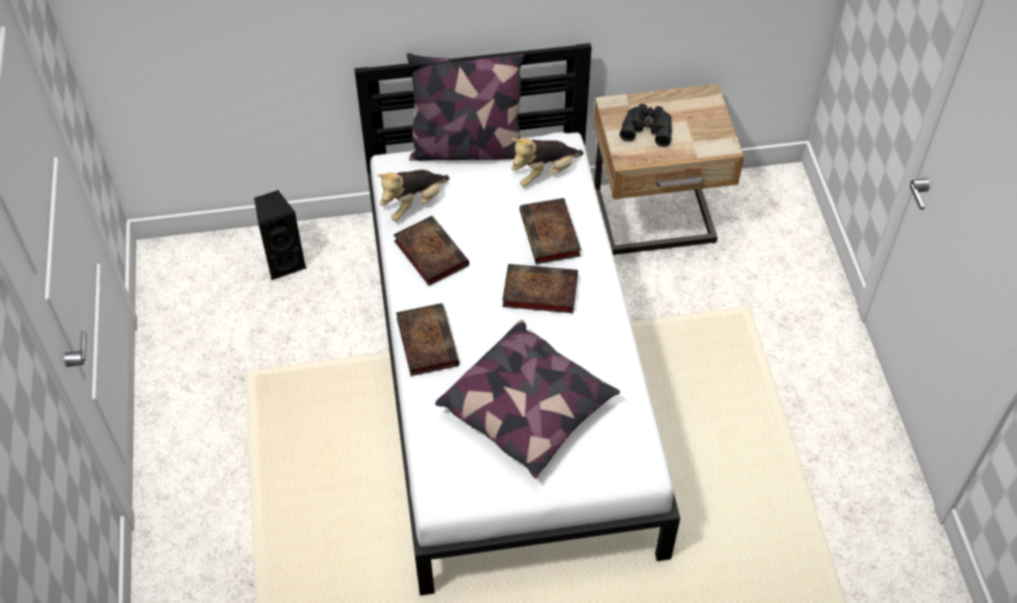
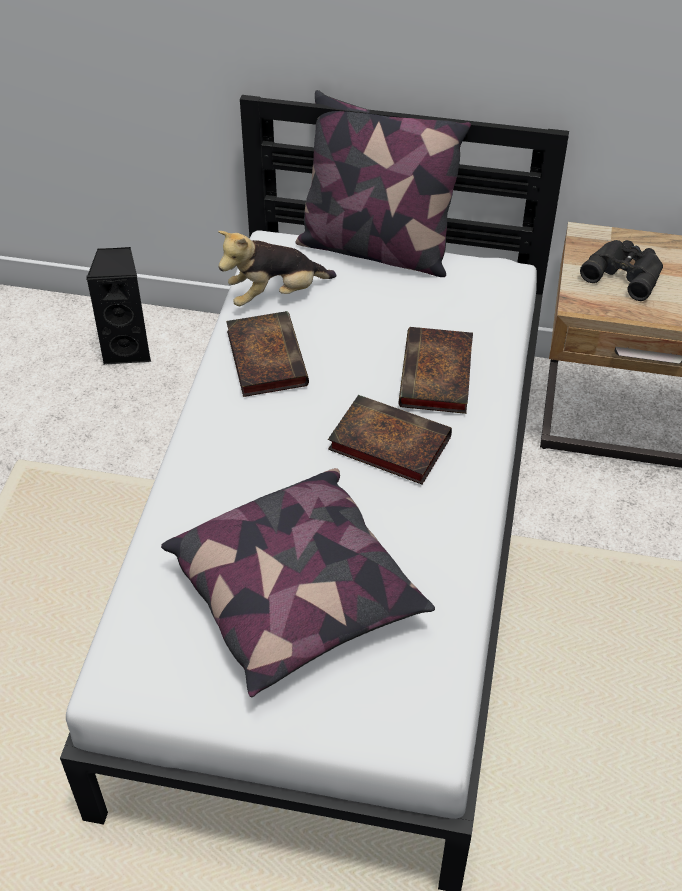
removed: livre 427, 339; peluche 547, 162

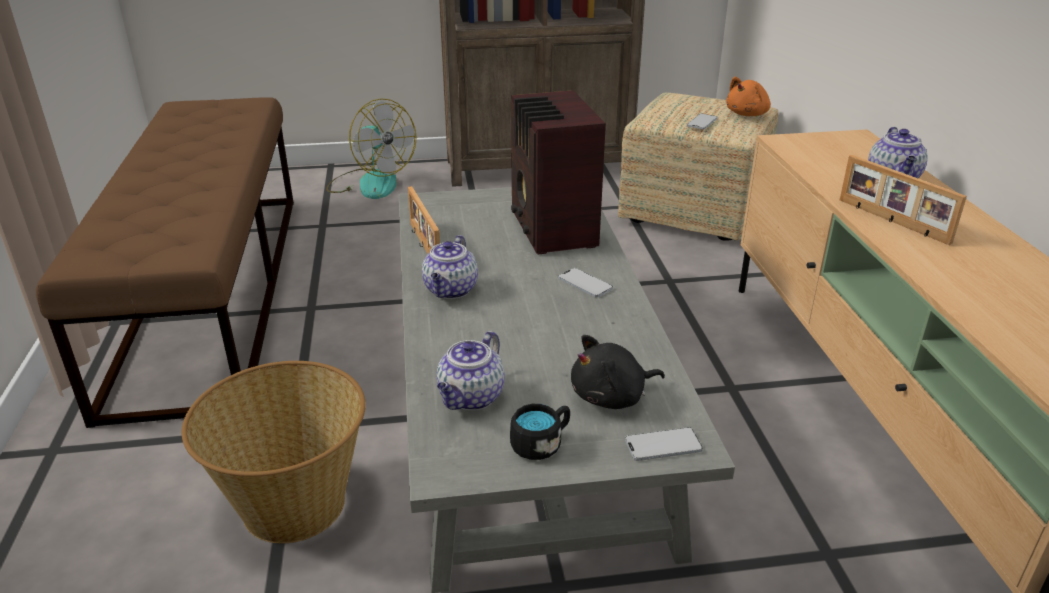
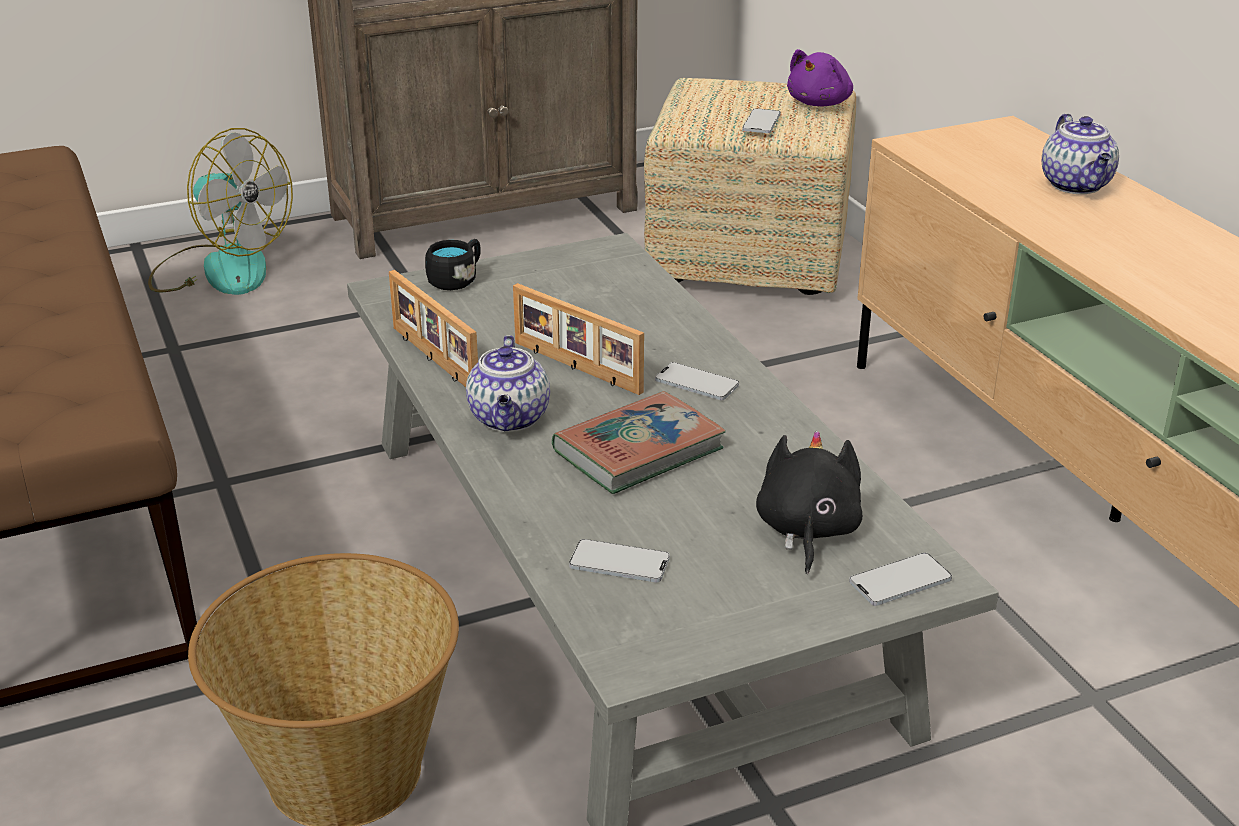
removed: radio 558, 172
added: livre 639, 442
moved: mug (noir) 540, 432 to 453, 264; cadre photo 903, 200 to 578, 339
replaced: théière 470, 370 to téléphone 619, 560
recoloured: peluche (orange) 748, 96 to peluche (violet) 820, 77
turned: peluche (noir) 618, 372 = 809, 502 135 degrees clockwise

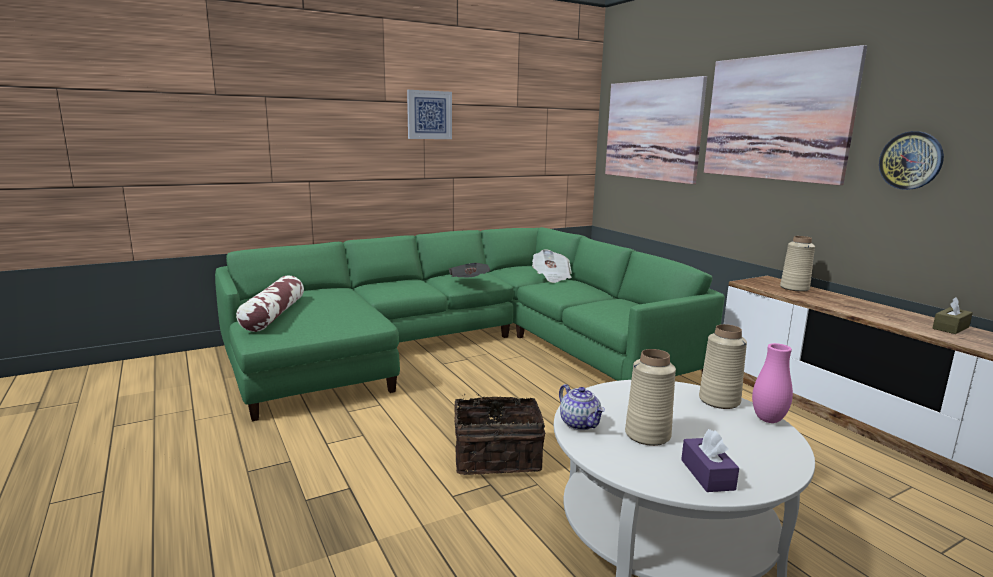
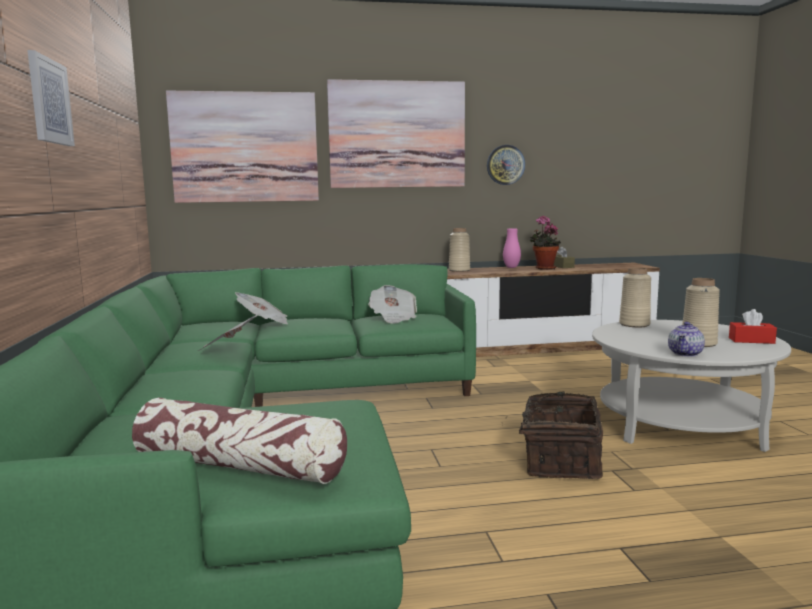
added: journal 392, 304; plante en pot 545, 243
moved: vase (rose) 772, 383 to 512, 248
recoloured: boîte à mouchoirs (violet) 710, 460 to boîte à mouchoirs (rouge) 753, 326
turned: théière 582, 407 = 686, 339 135 degrees clockwise

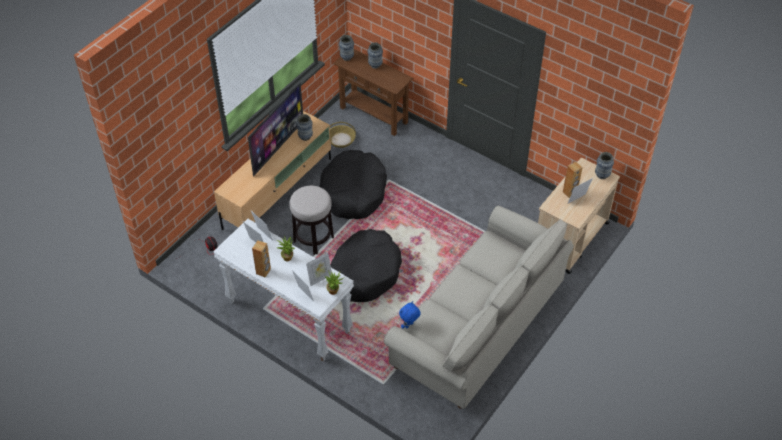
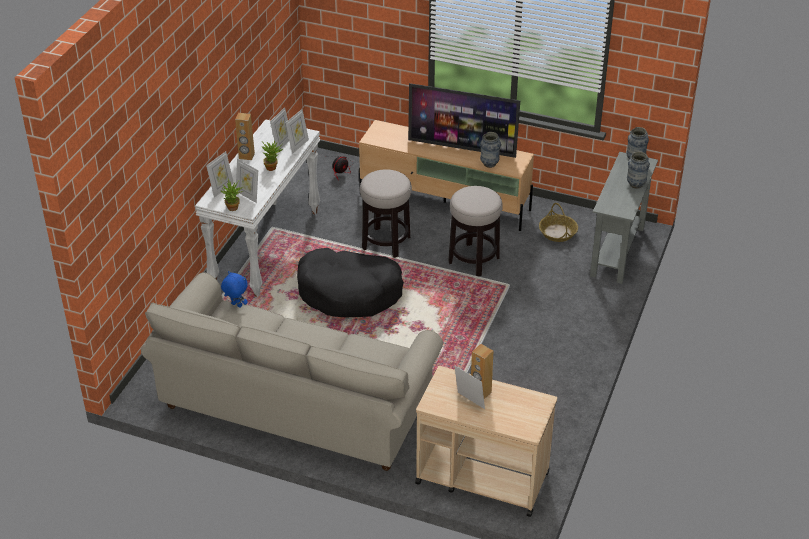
removed: vase 604, 165
replaced: panier pour chien (noir) 353, 184 to tabouret 475, 231
recoloured: table console (marron) 373, 92 to table console (gris) 624, 218

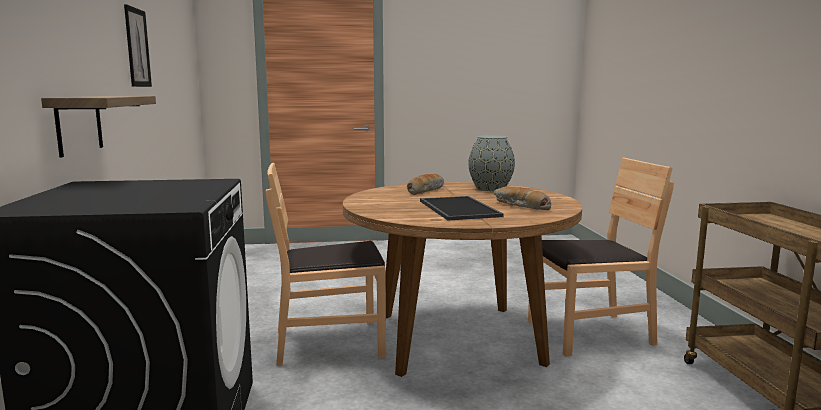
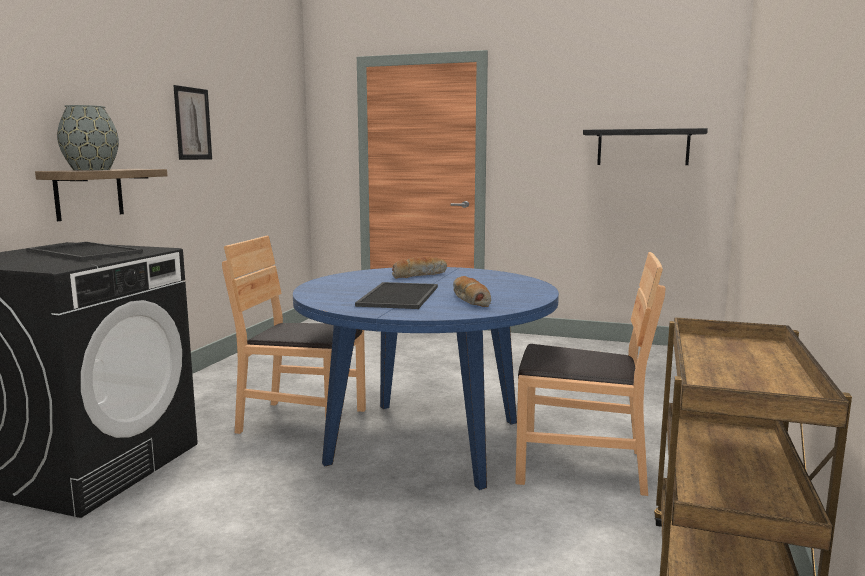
added: plateau 84, 251; étagère (noir) 645, 146
moved: vase (gris) 491, 163 to 88, 137
recoloured: table à manger (marron) 462, 279 to table à manger (bleu) 426, 378

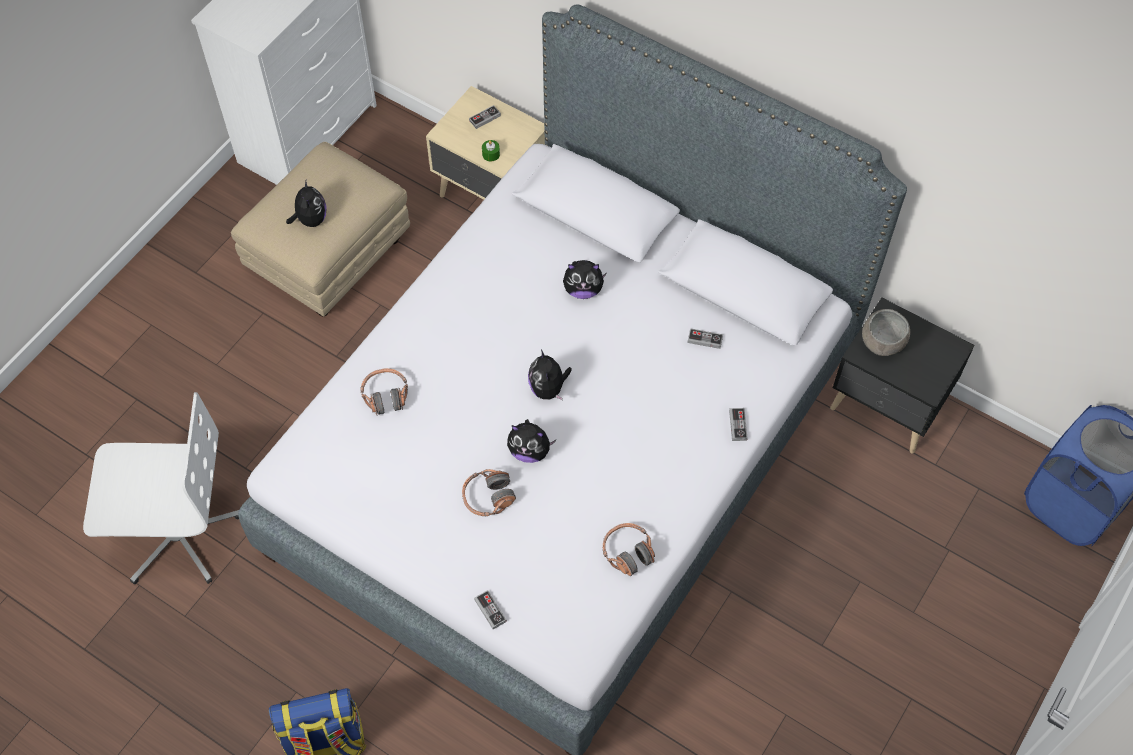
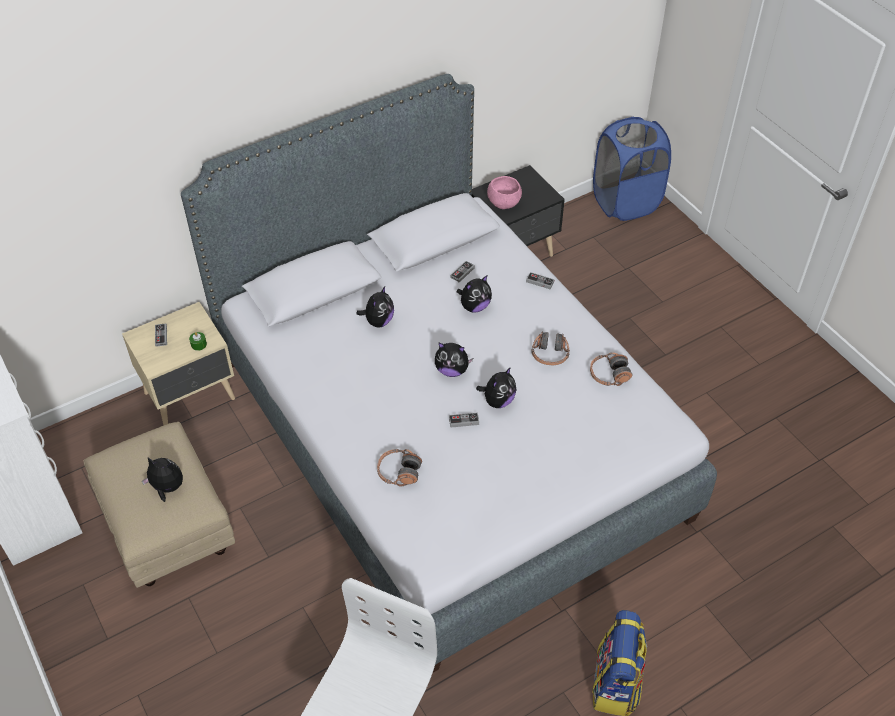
added: peluche 474, 294
moved: casque audio 489, 493 to 550, 348; manette 490, 609 to 464, 420
recoloured: bol (gris) 886, 332 to bol (rose) 504, 192

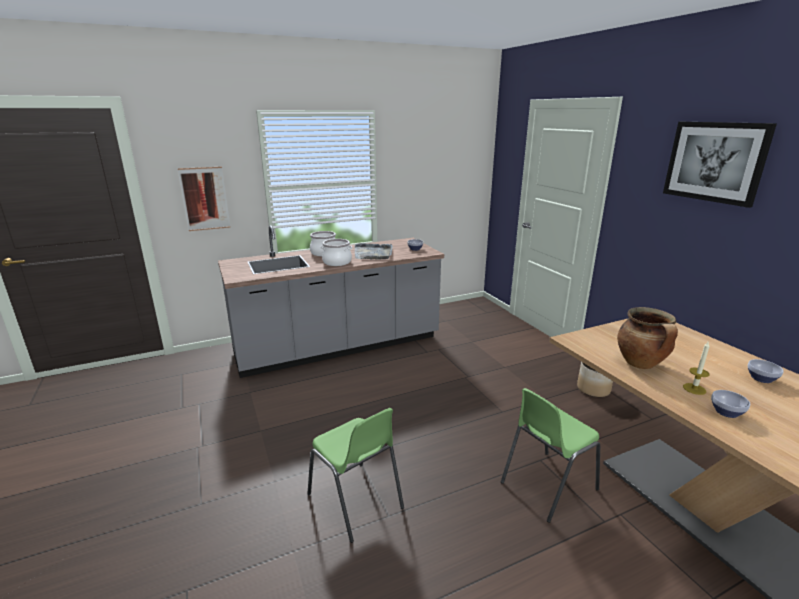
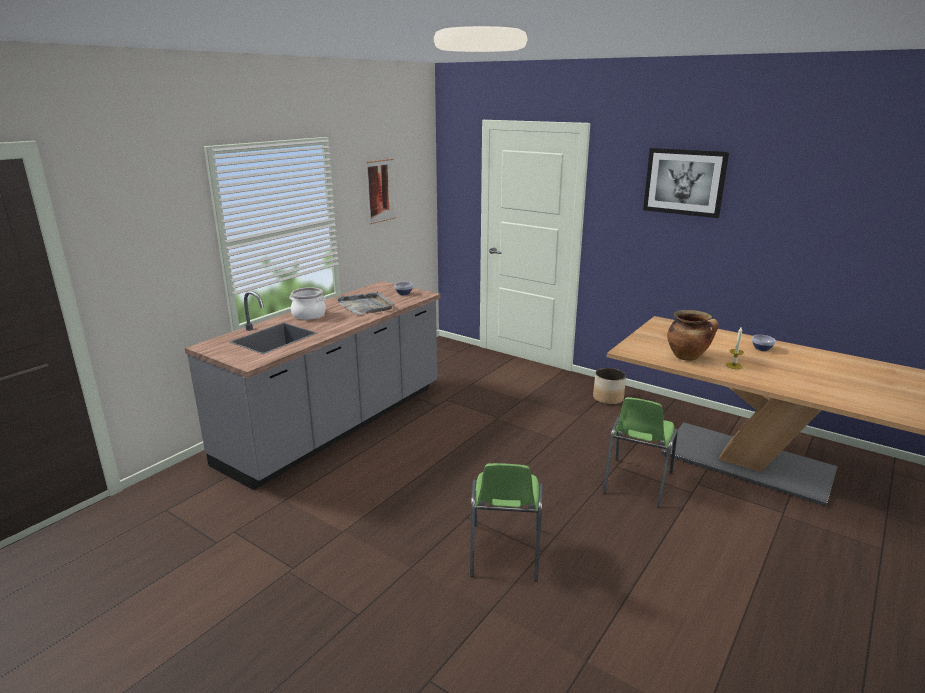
removed: marmite 336, 252; bol 730, 404
moved: tableau 204, 199 to 381, 191
turned: chaise (vert) 355, 475 = 506, 522 75 degrees clockwise

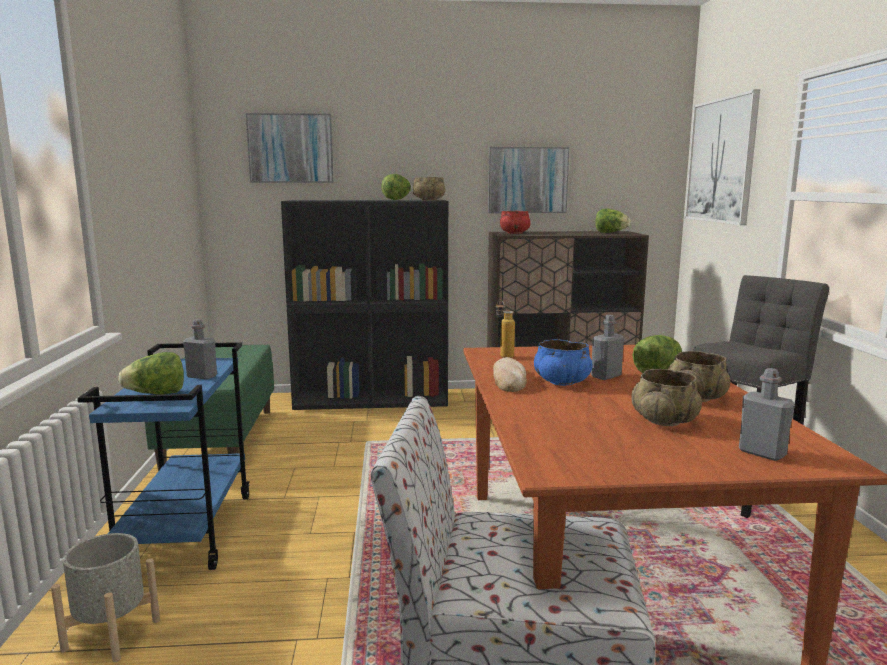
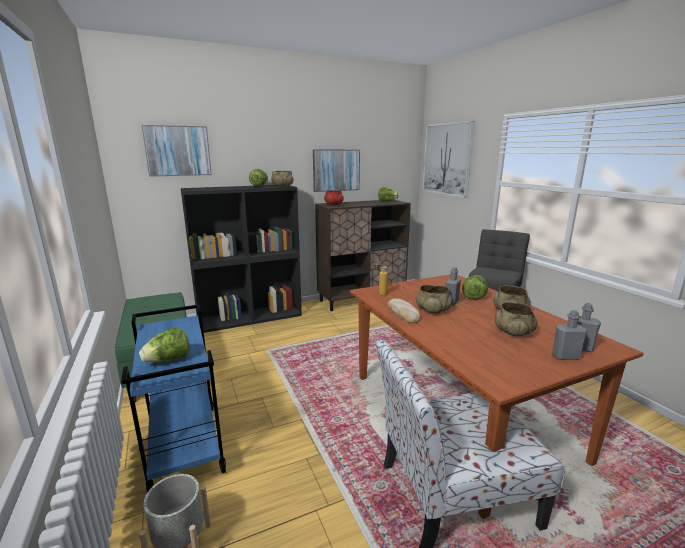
moved: bouteille (gris) 200, 349 to 569, 335
recoloured: bol (bleu) 563, 362 to bol (beige) 434, 299

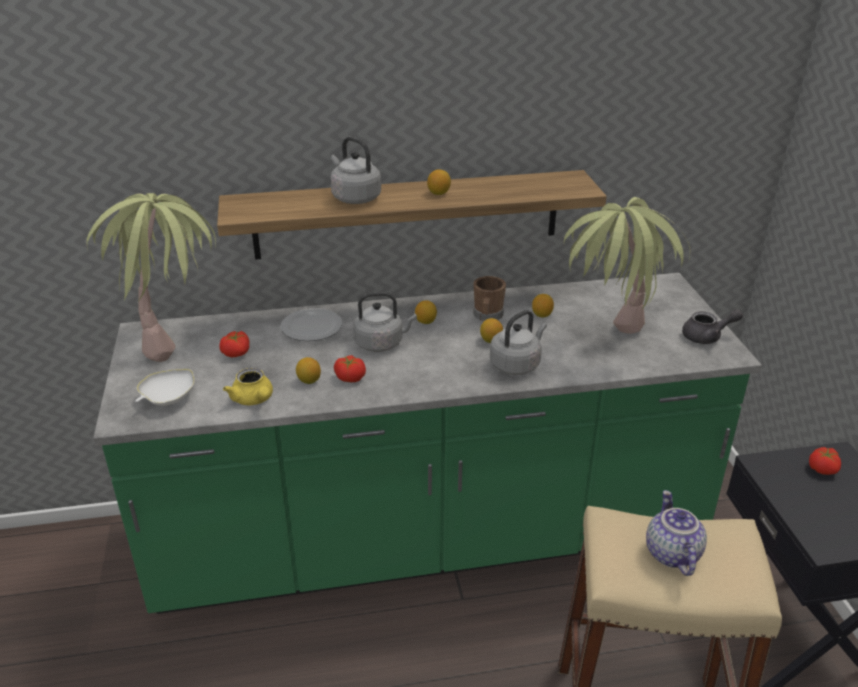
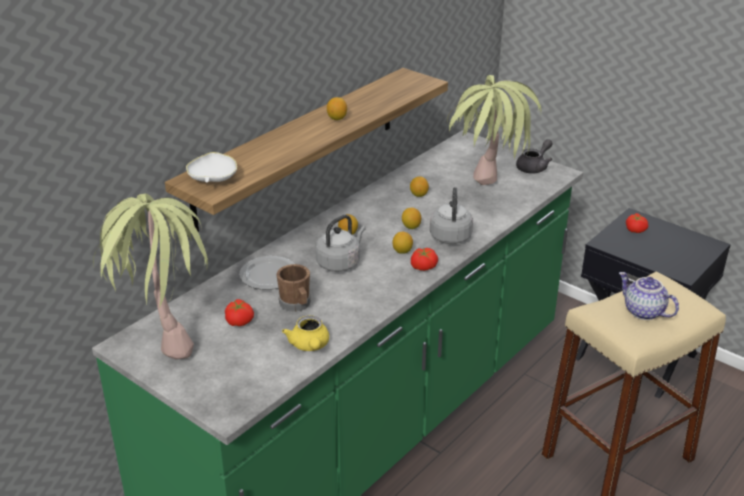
removed: bouilloire (gris) 355, 170
moved: bol (blanc) 165, 387 to 211, 167; citron 308, 370 to 402, 243; tomate 350, 368 to 424, 259; mug (marron) 489, 298 to 293, 288
turned: théière (jaune) 248, 386 = 305, 333 60 degrees clockwise

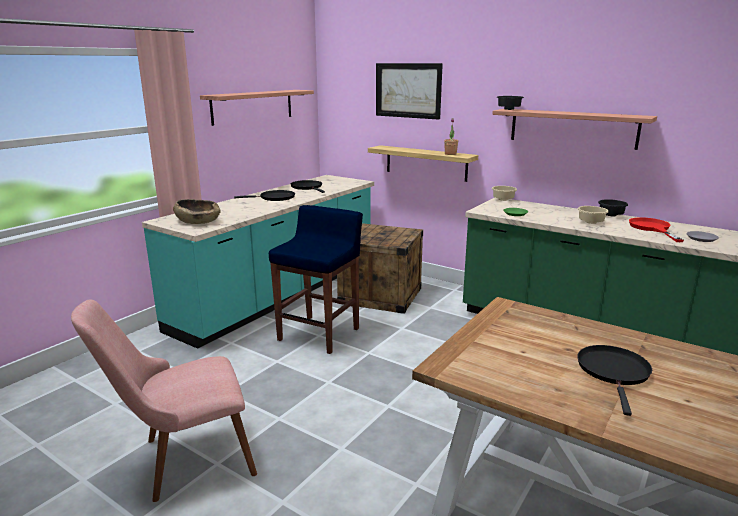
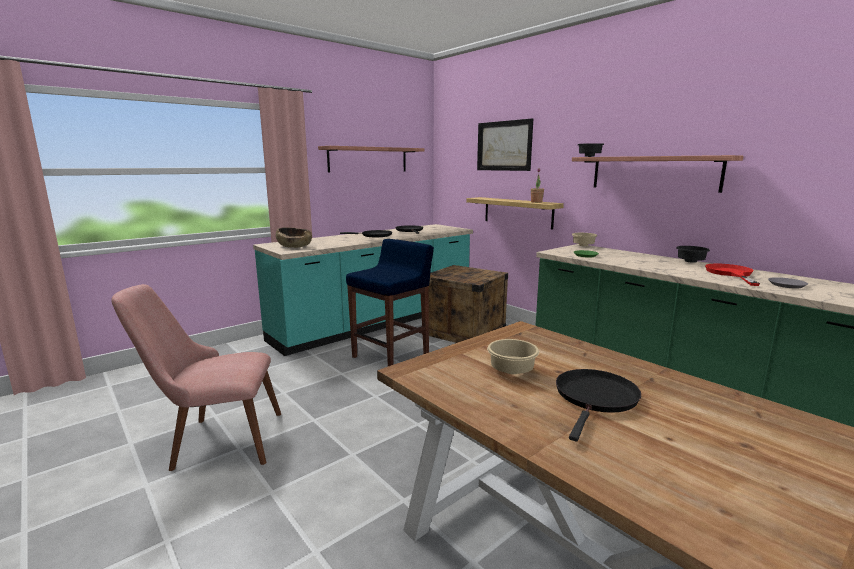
moved: bol (beige) 593, 215 to 513, 356

